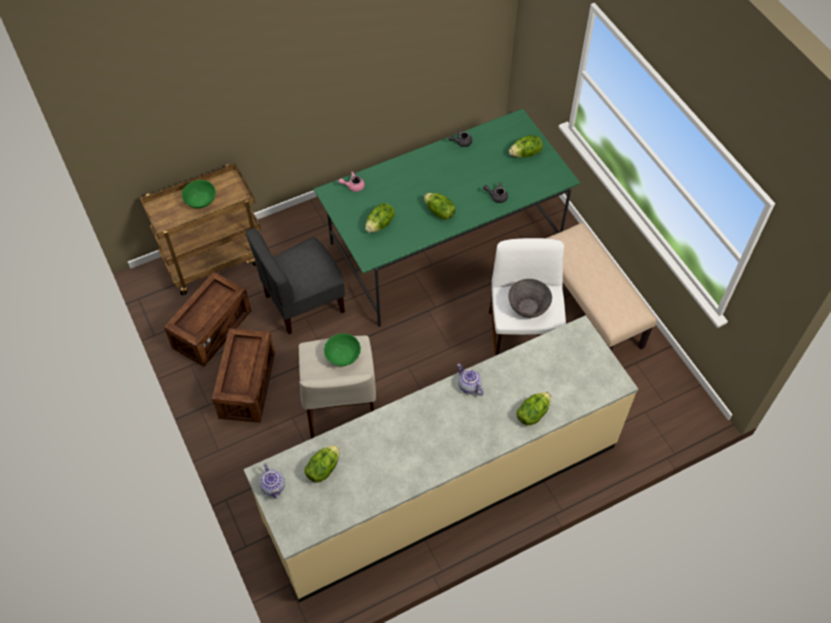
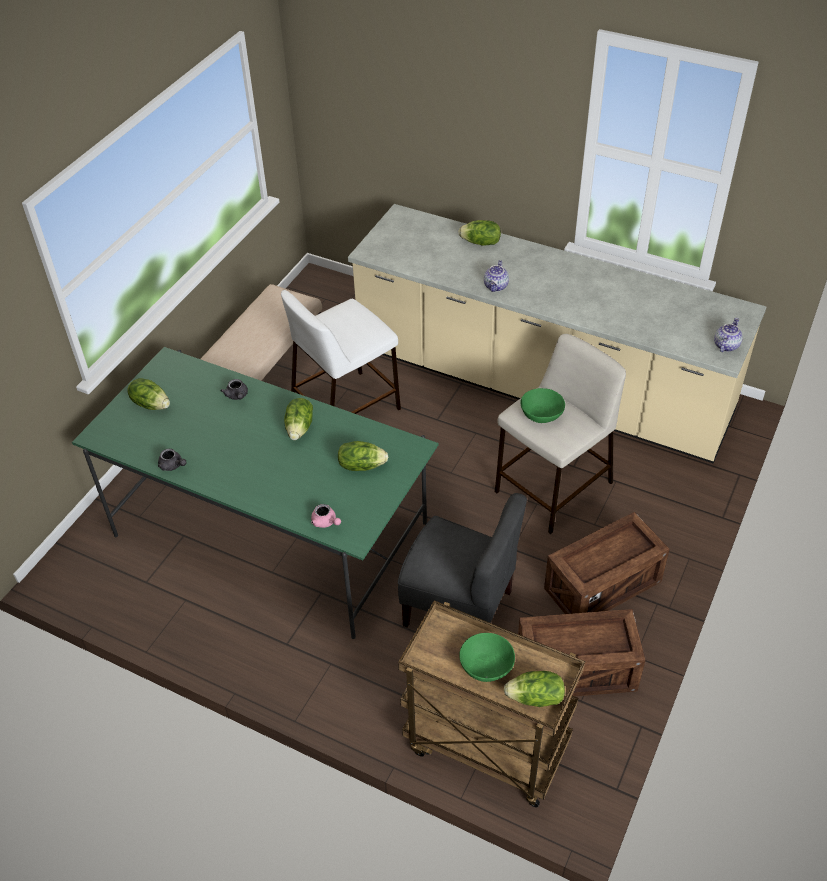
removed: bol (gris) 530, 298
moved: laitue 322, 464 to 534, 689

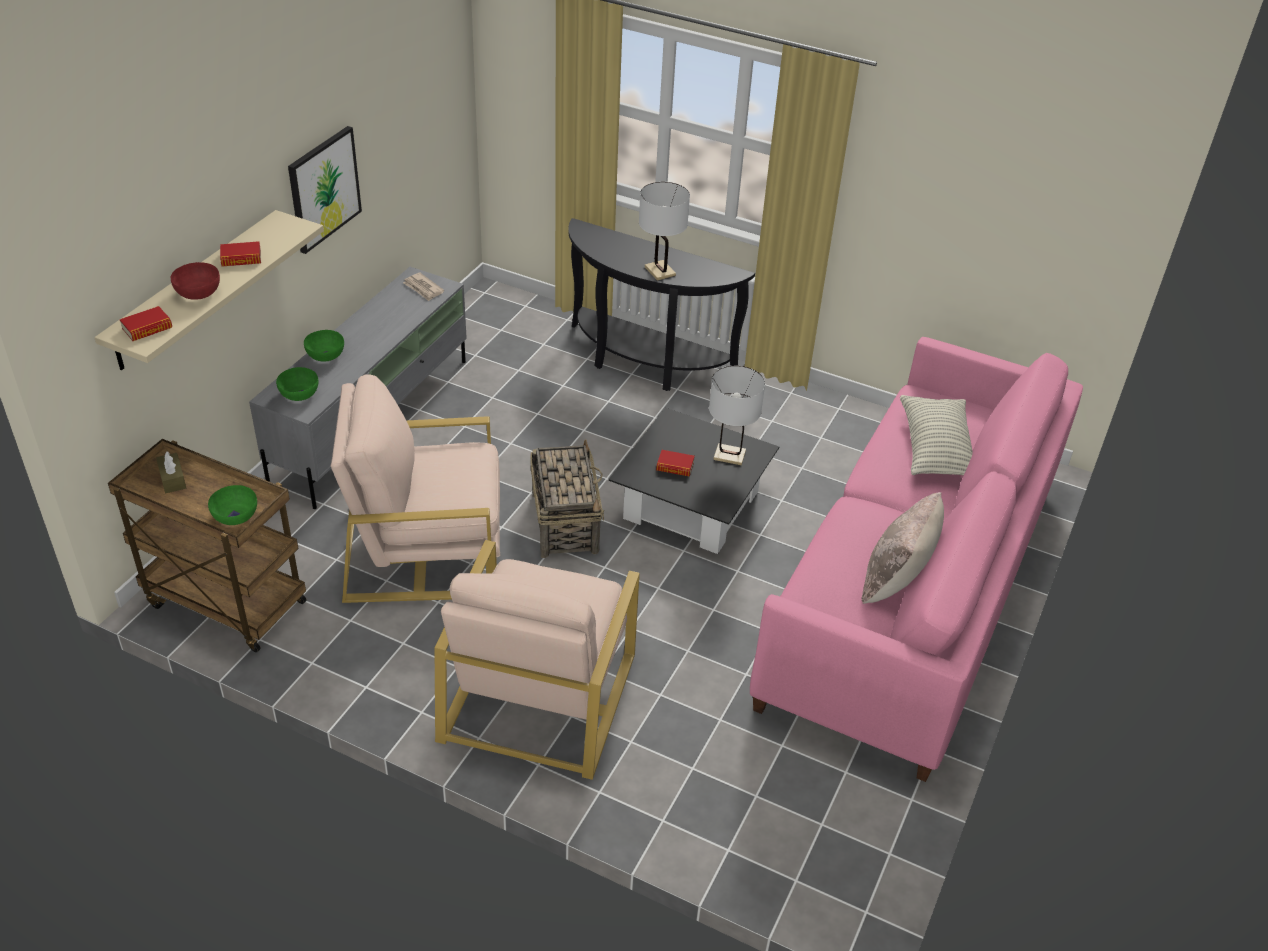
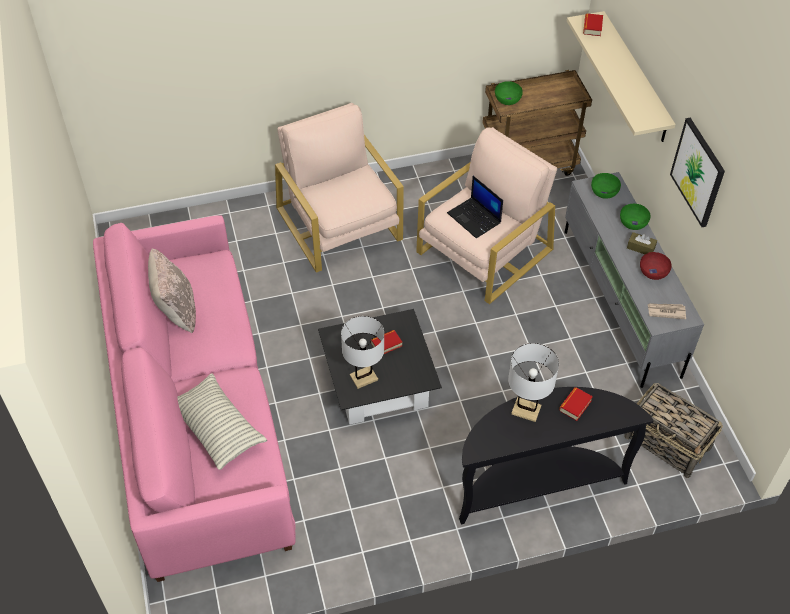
added: ordinateur portable 475, 207
moved: boîte à mouchoirs (marron) 171, 472 to 642, 243; bol (rouge) 195, 281 to 656, 266; livre 240, 254 to 576, 404; panier 567, 498 to 673, 430

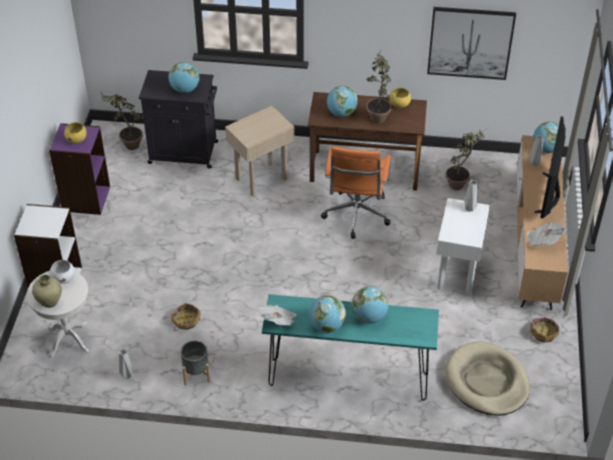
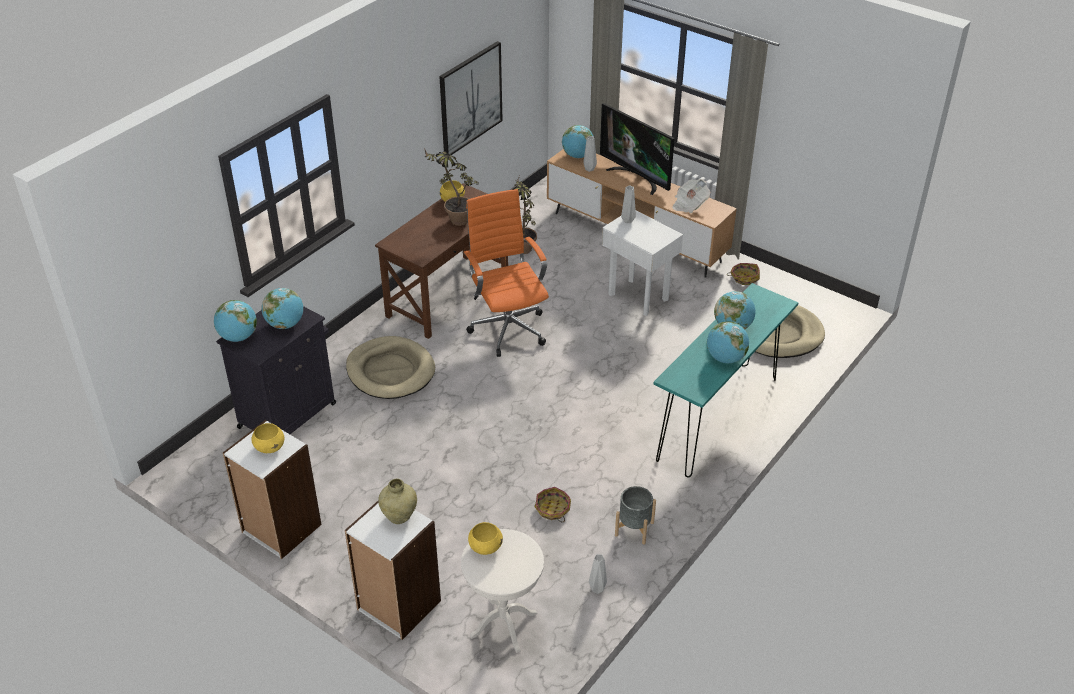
removed: plante en pot 122, 121; journal 277, 315
moved: vase (beige) 47, 291 to 397, 501; globe 342, 101 to 235, 321
replaced: table d'appoint (beige) 259, 151 to panier pour chien (beige) 390, 367
recoloured: bibliothèque (violet) 79, 169 to bibliothèque (blanc) 272, 489; bol (blanc) 62, 272 to bol (jaune) 485, 538
turned: chaise de bureau (orange) 356, 192 = 506, 273 150 degrees counterclockwise

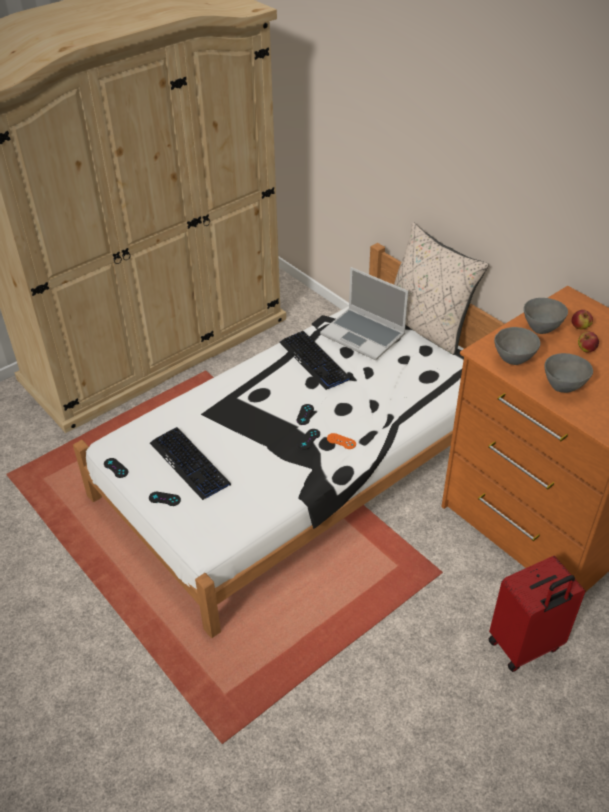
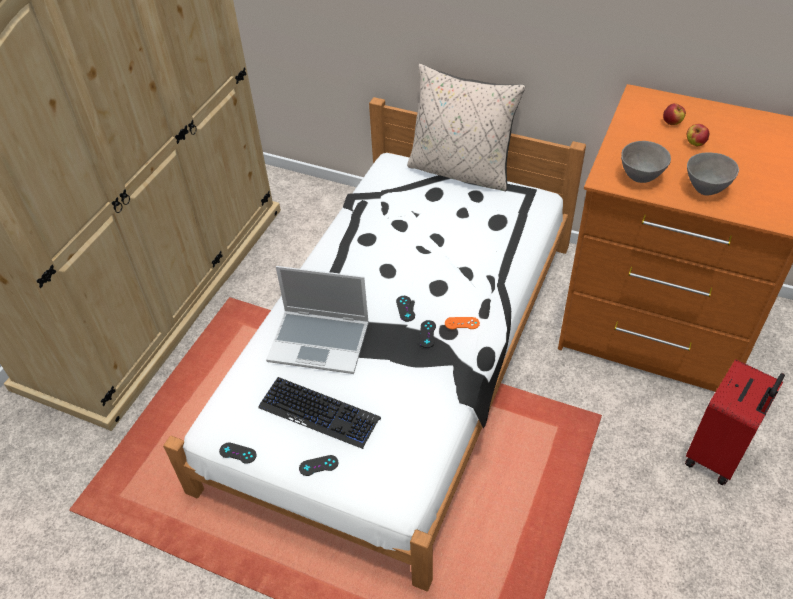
removed: clavier 315, 360; bol (gris) 546, 316
moved: ordinateur portable 364, 313 to 317, 320

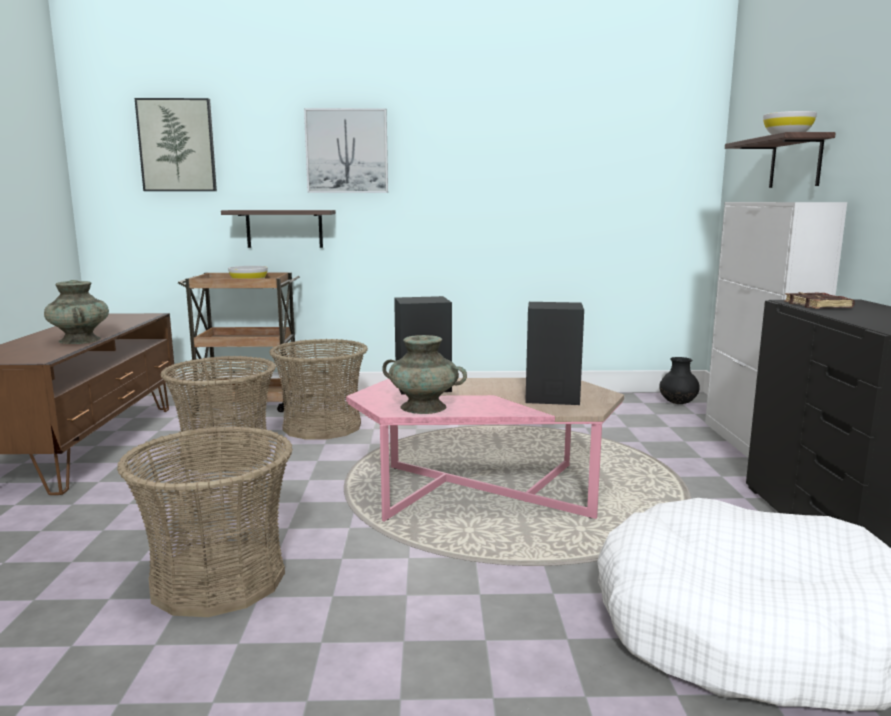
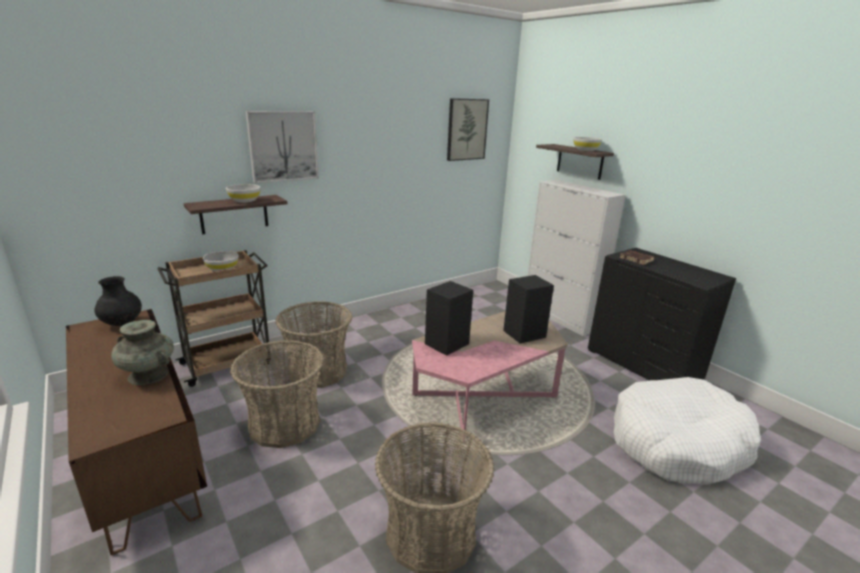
removed: vase (turquoise) 424, 374
added: bol (blanc) 243, 193
moved: tableau 176, 144 to 468, 129; vase (noir) 679, 380 to 118, 301

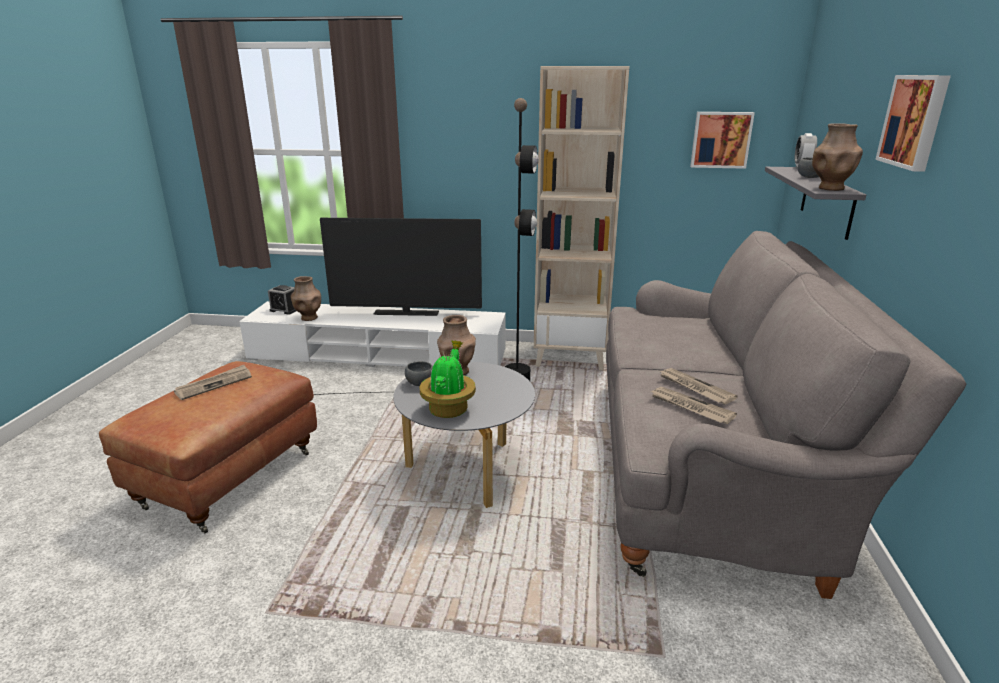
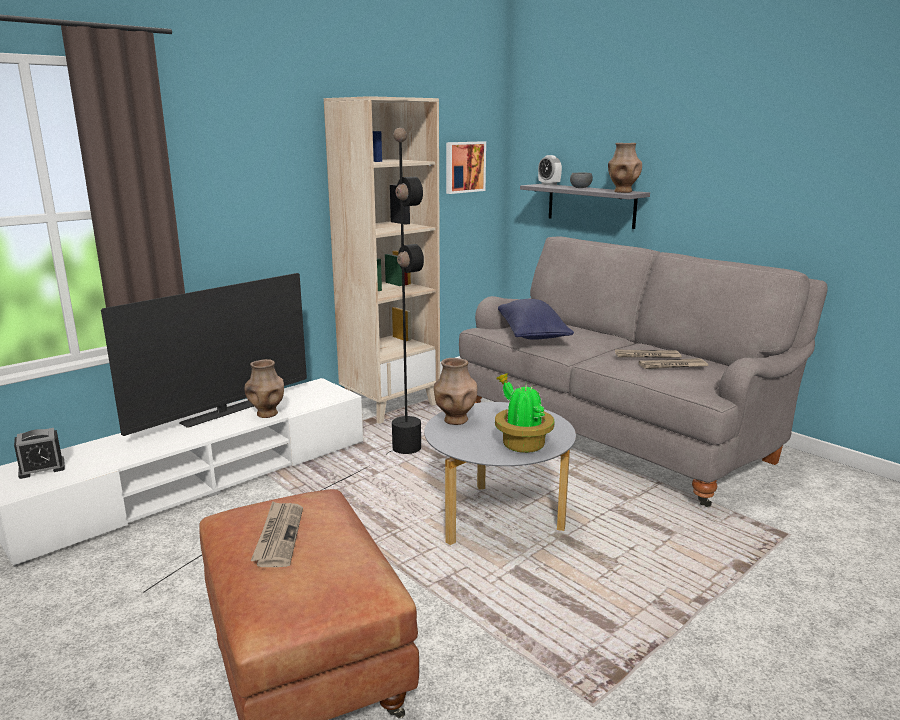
removed: bol (gris) 419, 373; tableau 913, 123
added: coussin (bleu) 536, 319
moved: vase (marron) 306, 298 to 264, 388

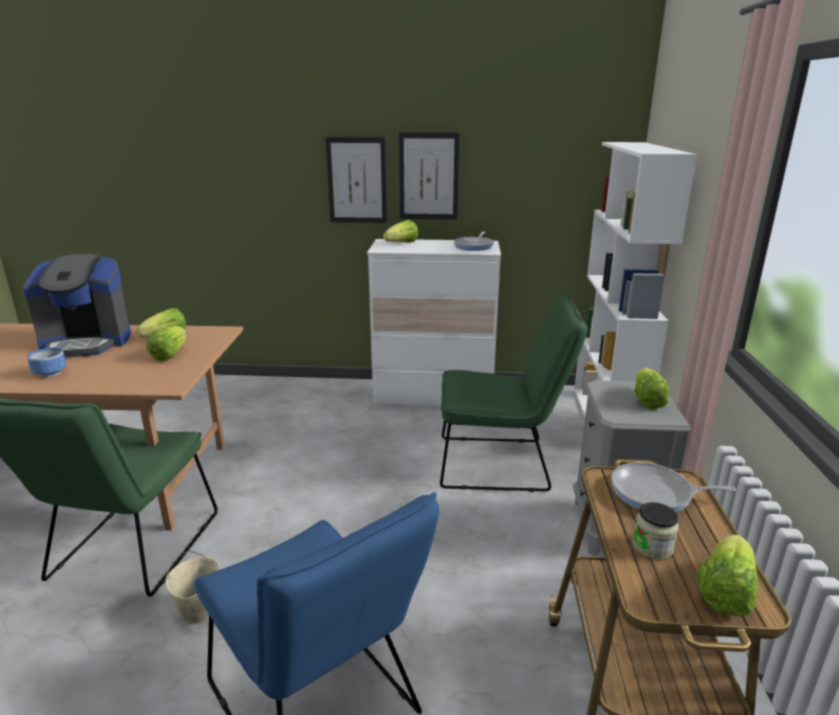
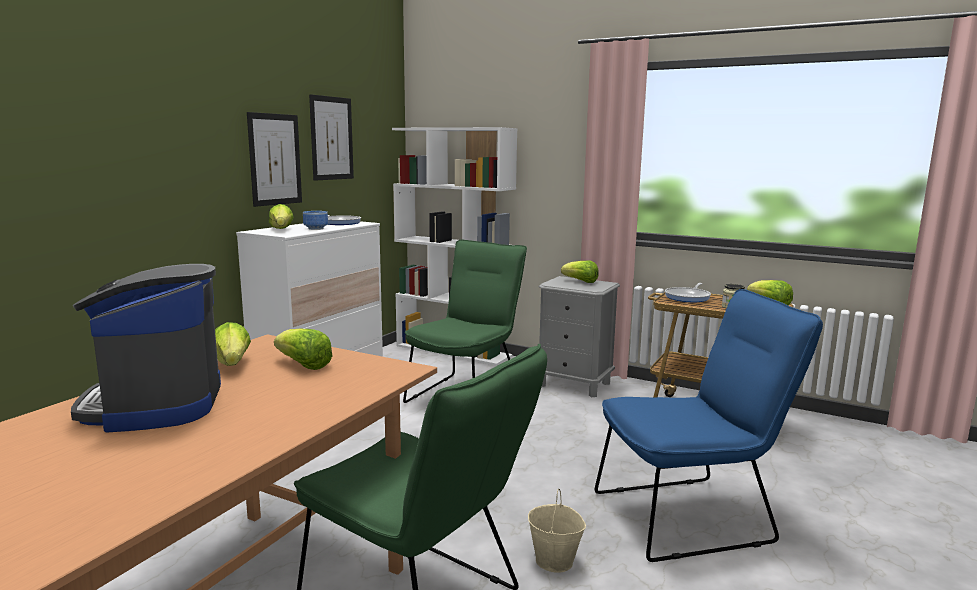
moved: bol 47, 362 to 315, 220; tableau 356, 180 to 331, 137
turned: machine à café 77, 305 = 146, 348 150 degrees clockwise

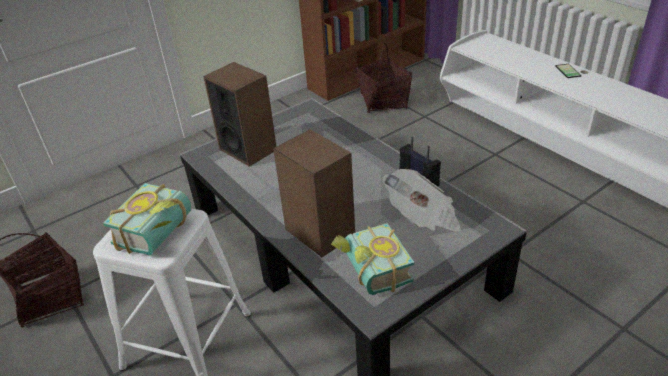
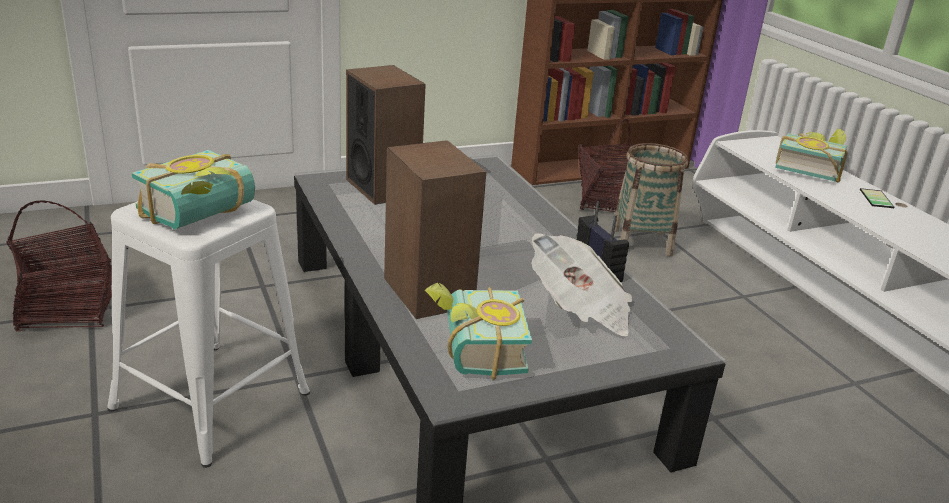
added: panier 651, 199; livre 811, 155

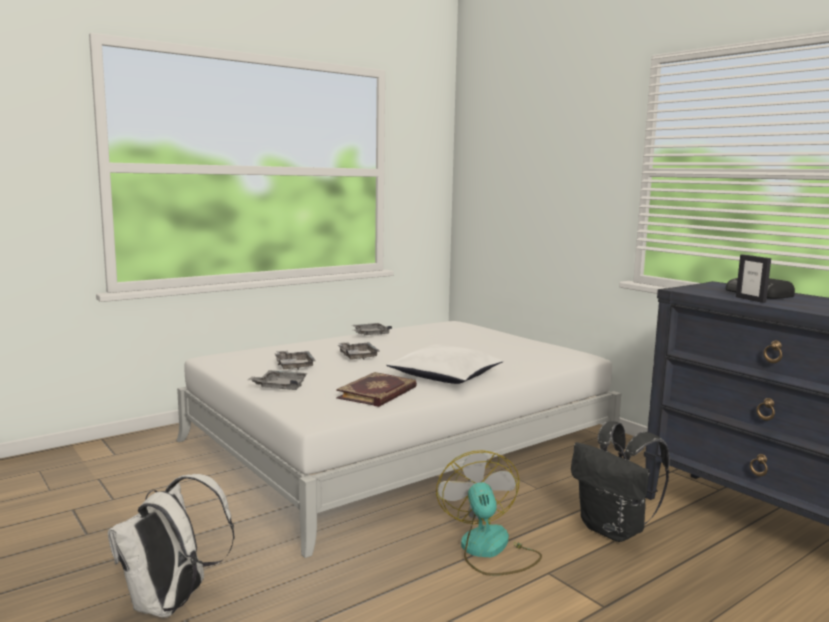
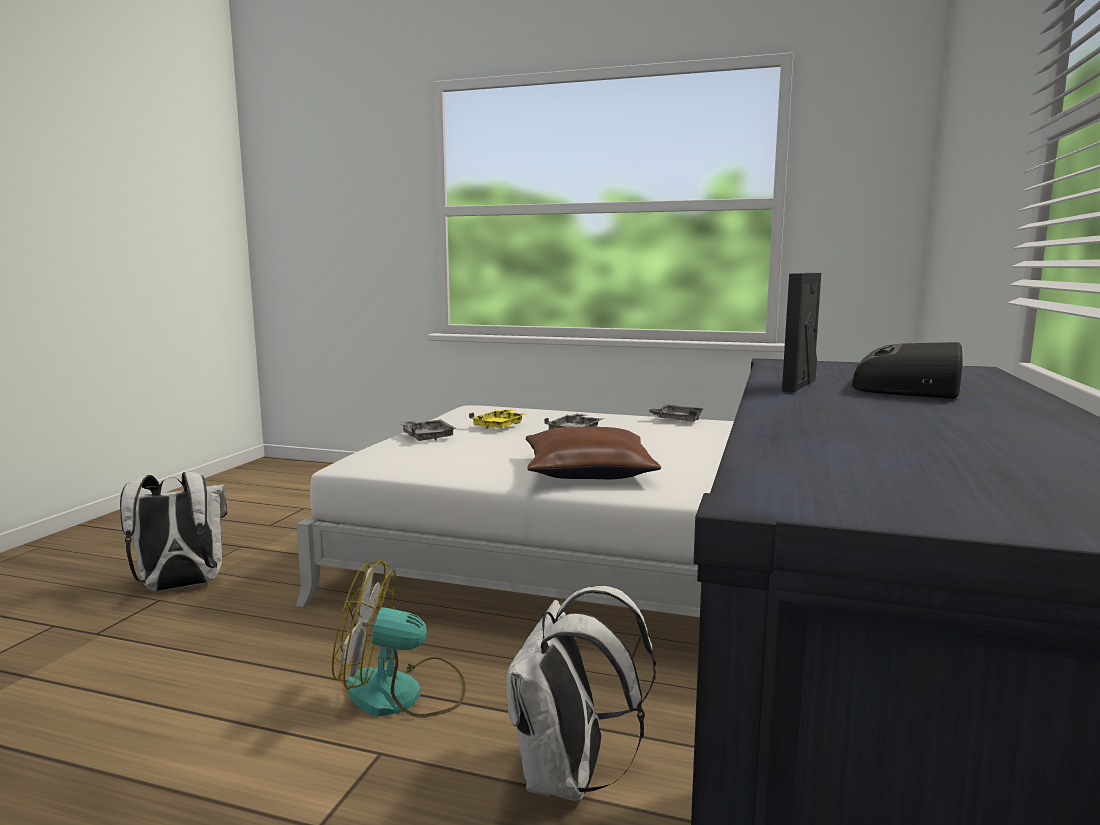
removed: livre 376, 389
recoloured: plateau (gris) 295, 360 to plateau (jaune) 497, 419; coussin (blanc) 444, 364 to coussin (marron) 593, 453; sac à dos (noir) 620, 481 to sac à dos (blanc) 581, 693
turned: ventilateur 489, 513 = 399, 639 135 degrees counterclockwise

